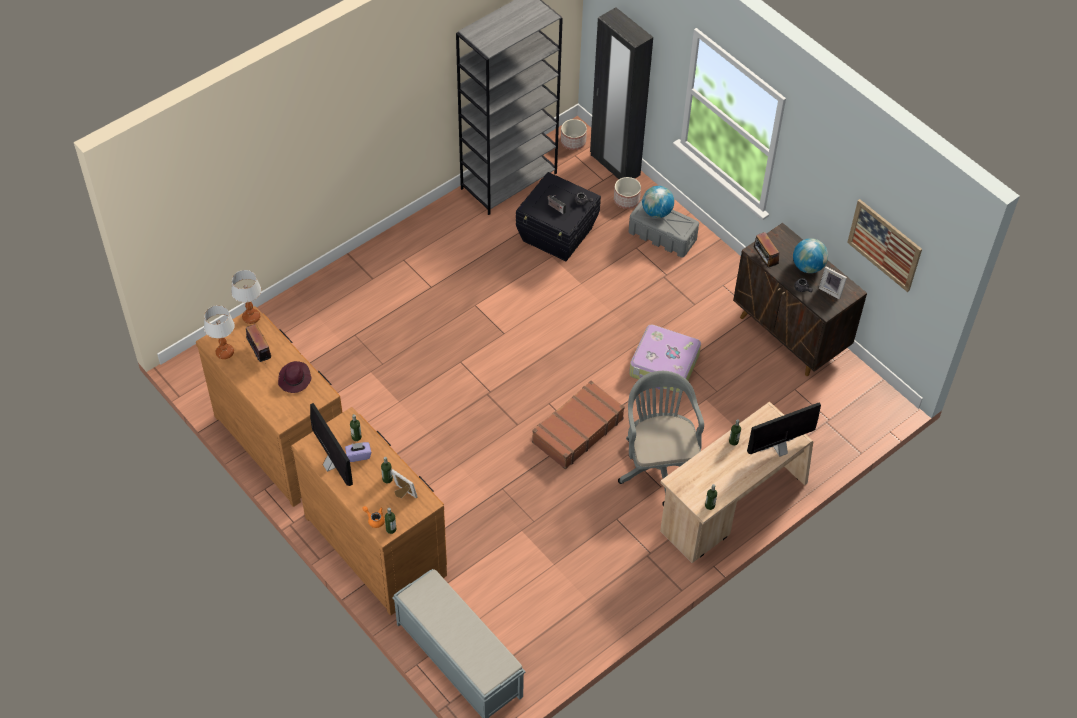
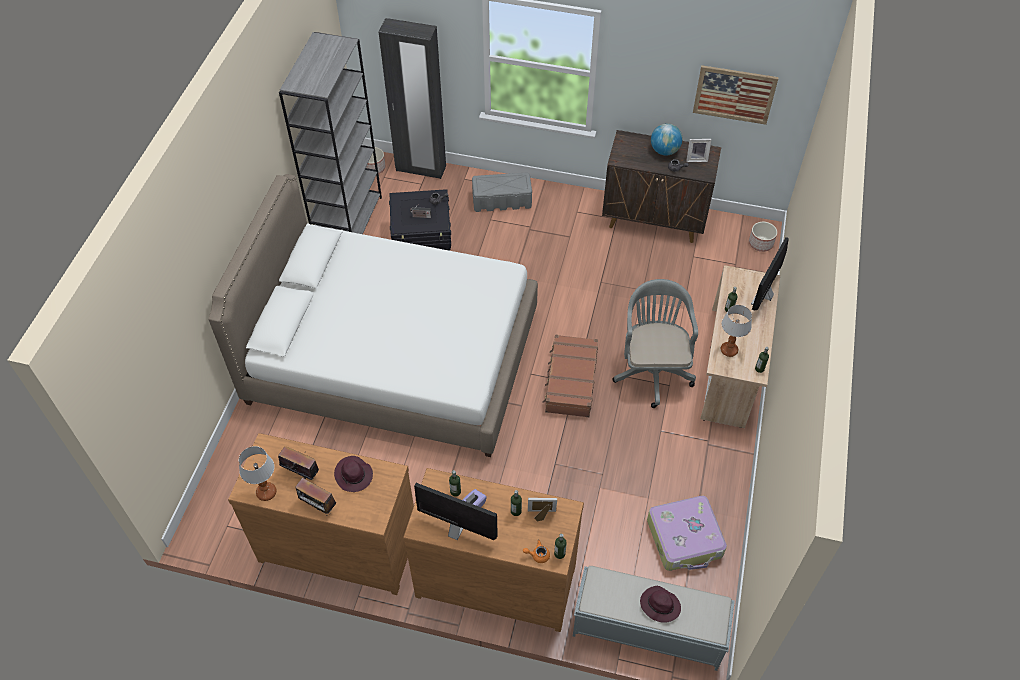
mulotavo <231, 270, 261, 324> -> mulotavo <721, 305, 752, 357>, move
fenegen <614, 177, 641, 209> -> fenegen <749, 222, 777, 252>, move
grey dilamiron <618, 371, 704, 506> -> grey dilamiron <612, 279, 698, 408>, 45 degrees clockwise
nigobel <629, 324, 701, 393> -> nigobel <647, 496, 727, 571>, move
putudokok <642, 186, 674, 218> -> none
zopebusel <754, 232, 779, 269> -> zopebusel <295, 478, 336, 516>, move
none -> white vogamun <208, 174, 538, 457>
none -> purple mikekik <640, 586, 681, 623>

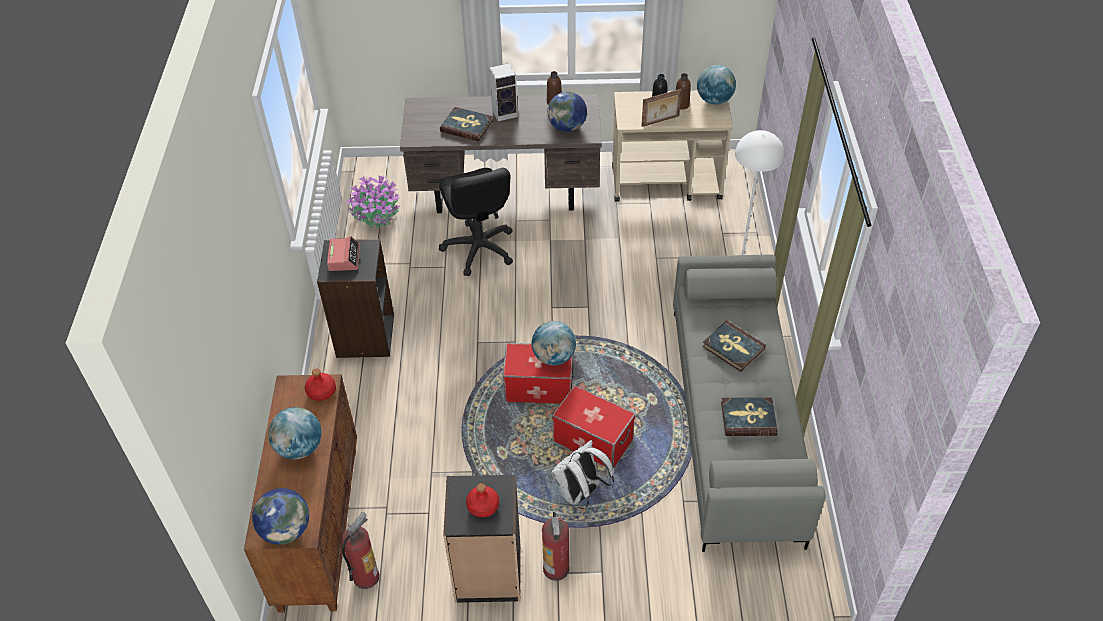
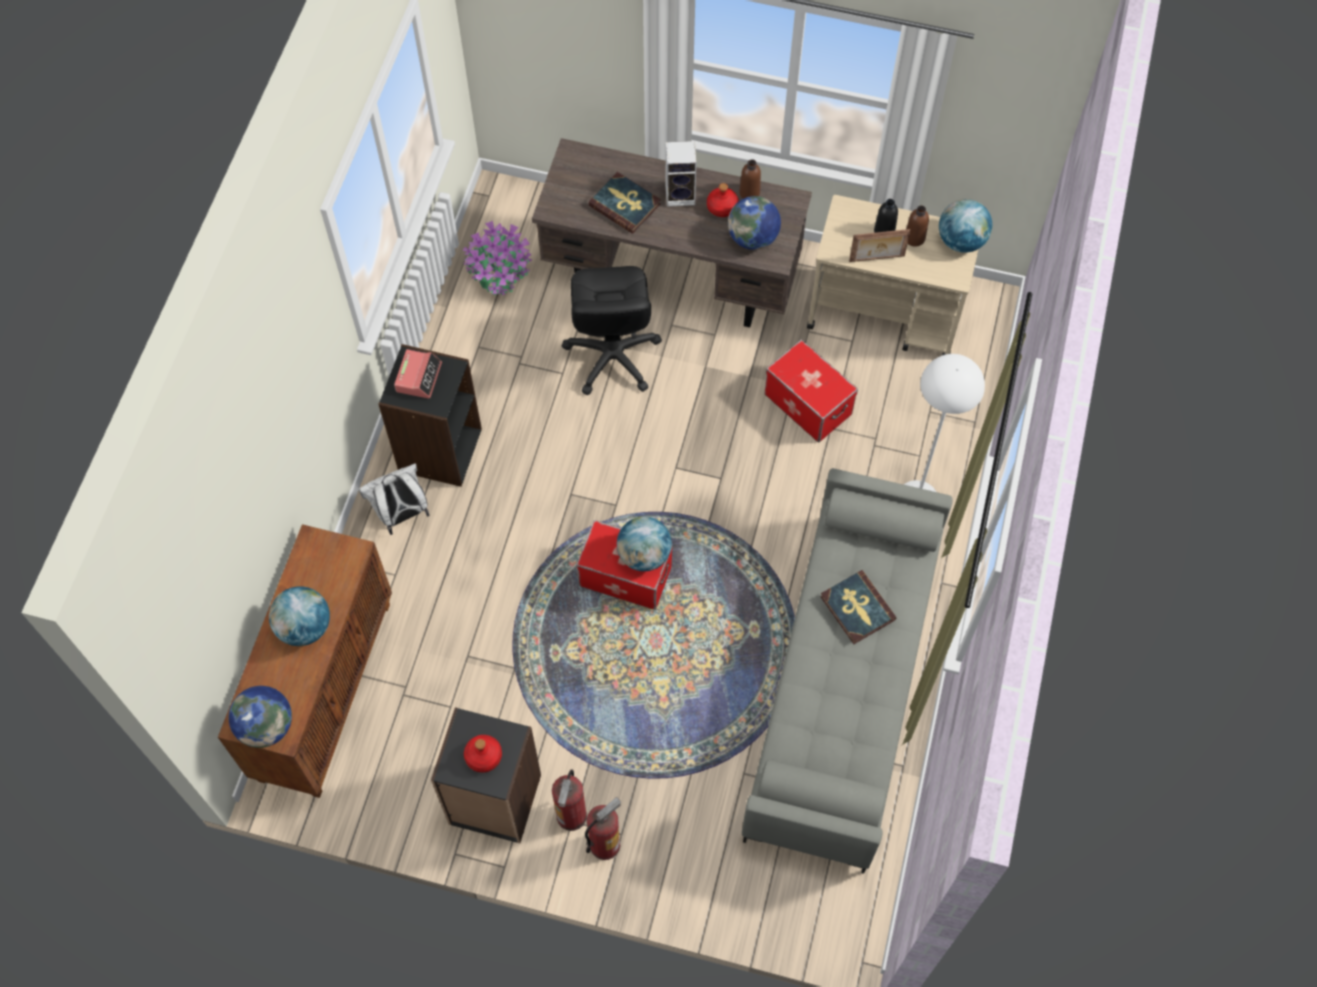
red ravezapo <305, 369, 336, 401> -> red ravezapo <707, 183, 739, 217>, move
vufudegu <341, 512, 380, 589> -> vufudegu <585, 797, 621, 860>, move
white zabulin <551, 440, 614, 509> -> white zabulin <359, 463, 430, 535>, move
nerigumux <552, 385, 635, 469> -> nerigumux <764, 340, 858, 443>, move
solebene <721, 397, 778, 436> -> none

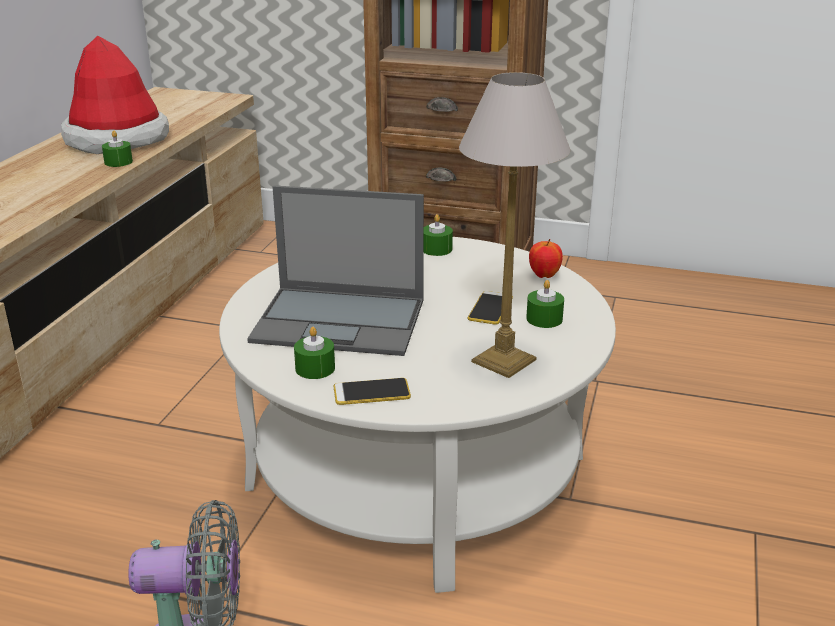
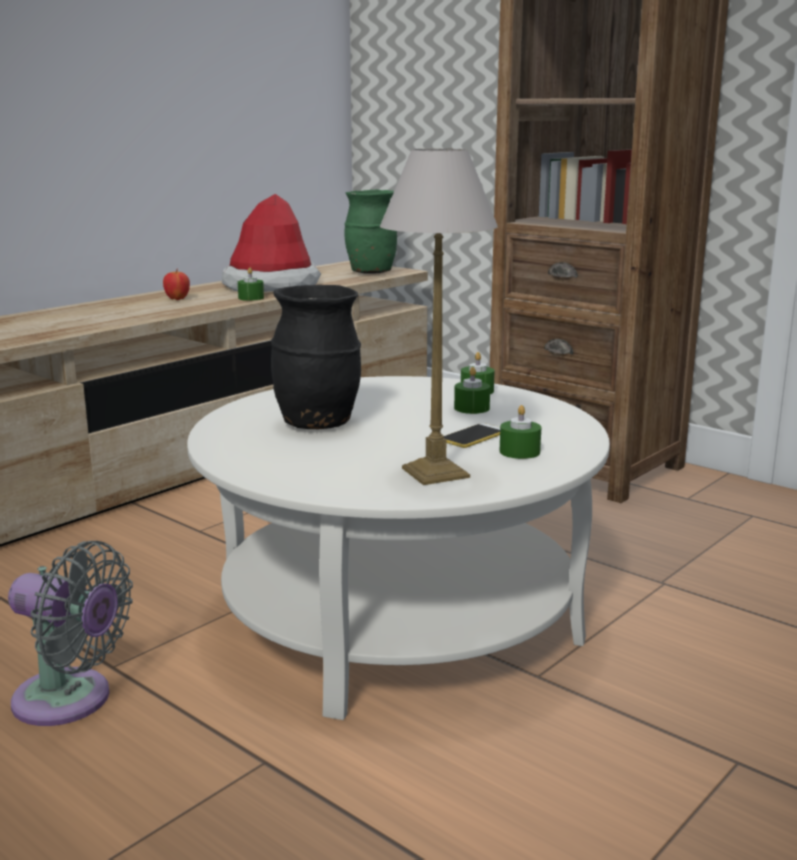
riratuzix <247, 185, 424, 356> -> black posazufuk <271, 285, 361, 429>
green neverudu <294, 327, 335, 379> -> green neverudu <454, 367, 490, 414>, move
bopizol <333, 378, 411, 405> -> none
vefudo <529, 239, 563, 278> -> vefudo <163, 269, 190, 300>, move
none -> green posazufuk <344, 190, 397, 274>

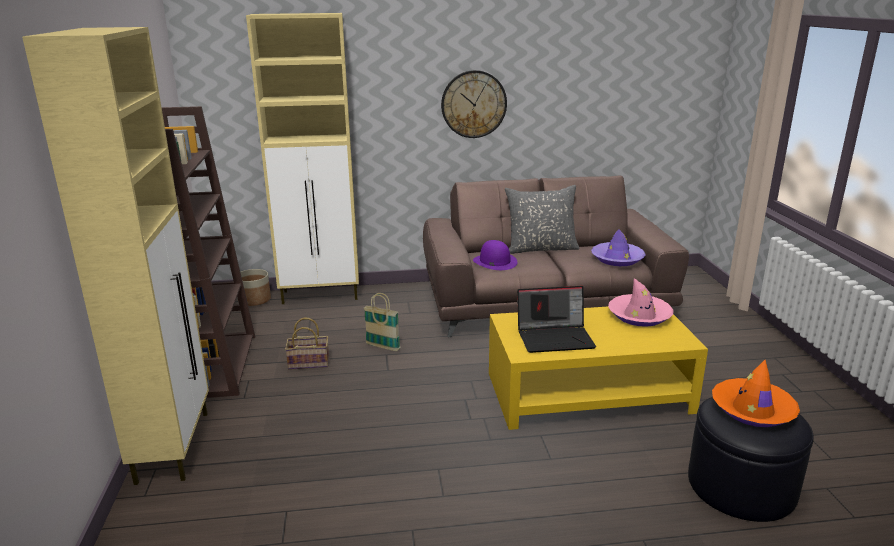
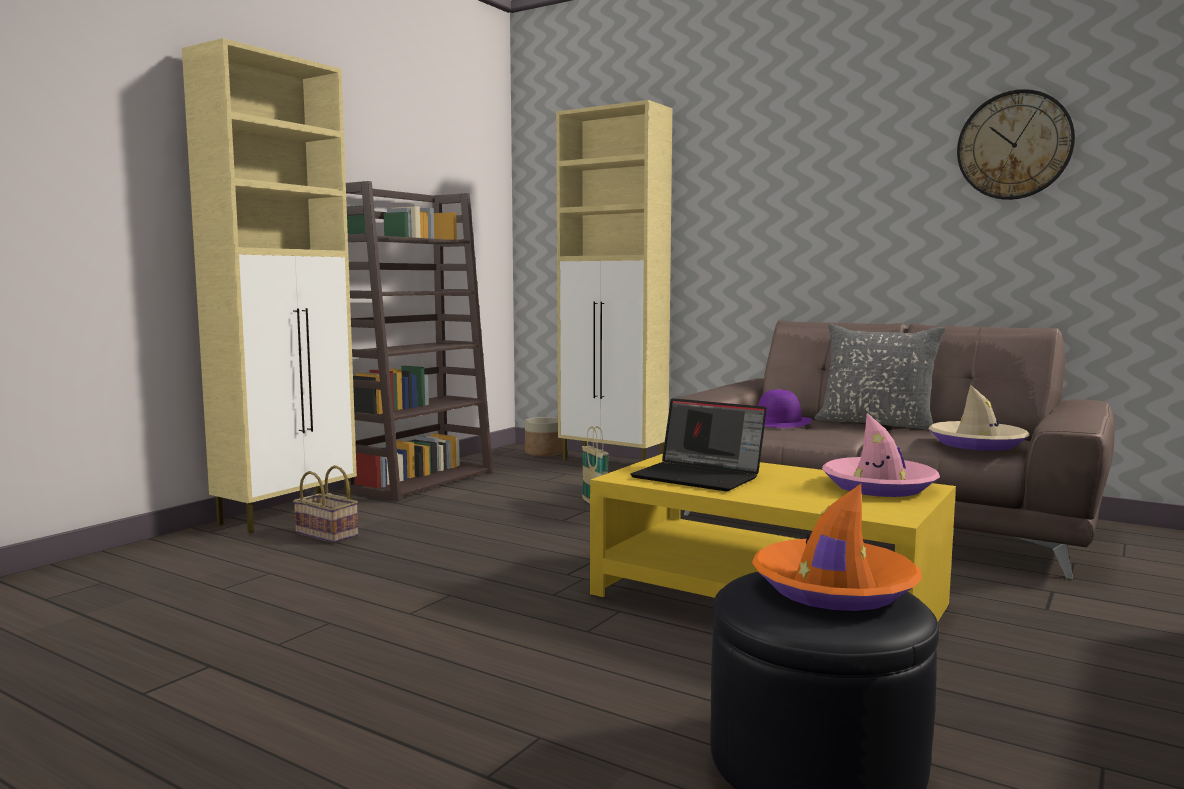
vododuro <285, 318, 329, 370> -> vododuro <293, 465, 358, 543>, move
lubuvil <441, 70, 507, 138> -> lubuvil <957, 89, 1075, 200>, move
purple mikekik <591, 229, 646, 266> -> beige mikekik <928, 385, 1029, 451>

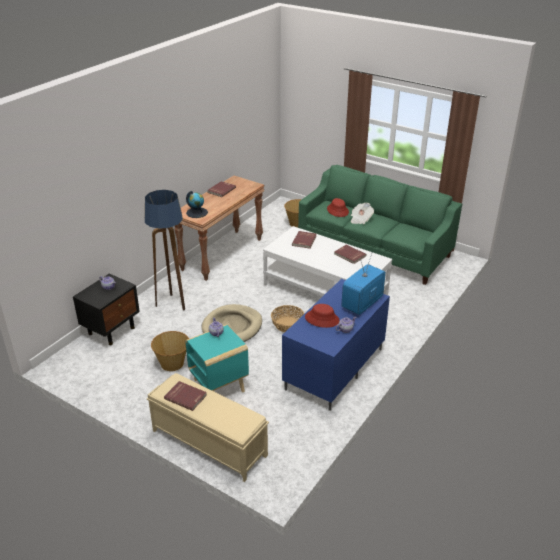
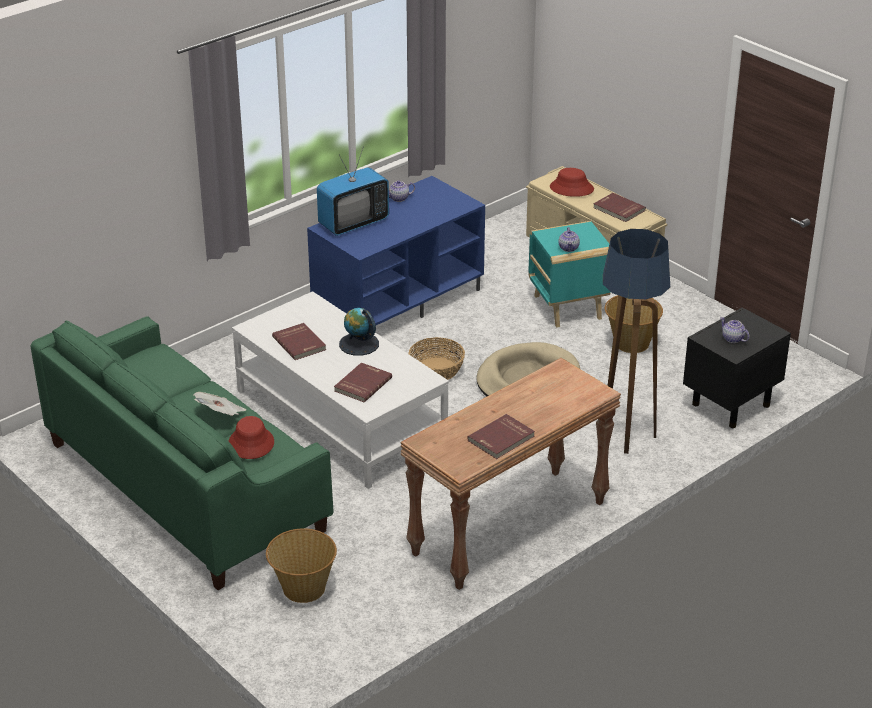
putudokok <186, 191, 208, 218> -> putudokok <339, 308, 379, 356>, move
red mikekik <305, 304, 340, 328> -> red mikekik <550, 168, 594, 197>, move

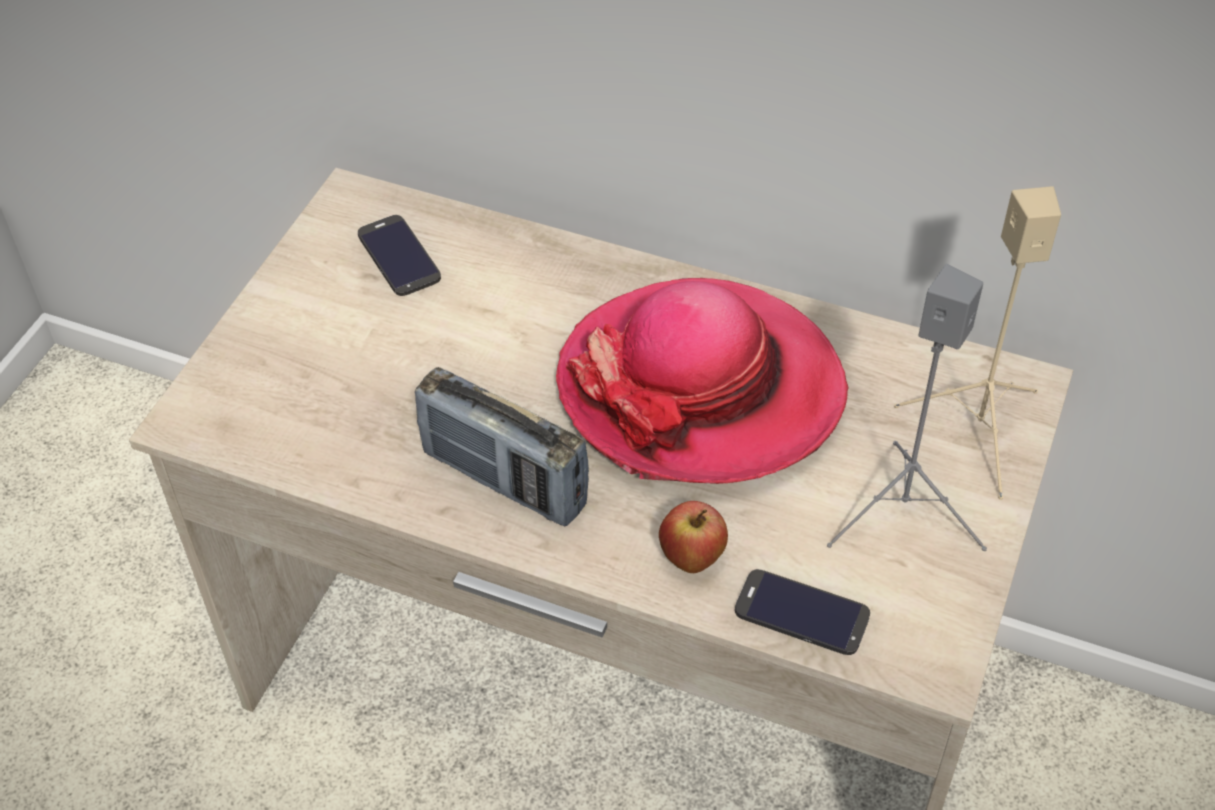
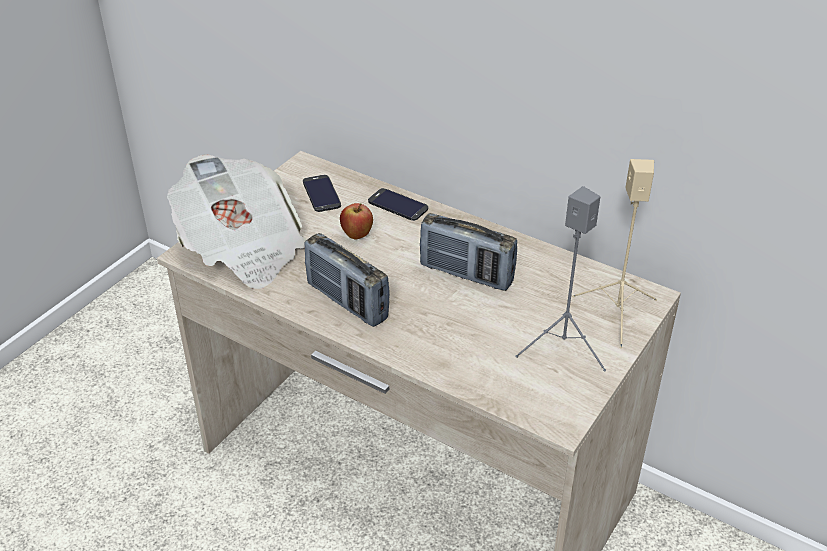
mikekik <556, 278, 849, 484> -> zopebusel <420, 213, 517, 291>
vefudo <659, 501, 728, 573> -> vefudo <340, 203, 373, 240>, move
bopizol <735, 569, 870, 655> -> bopizol <368, 188, 428, 221>, move
none -> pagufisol <167, 154, 306, 289>

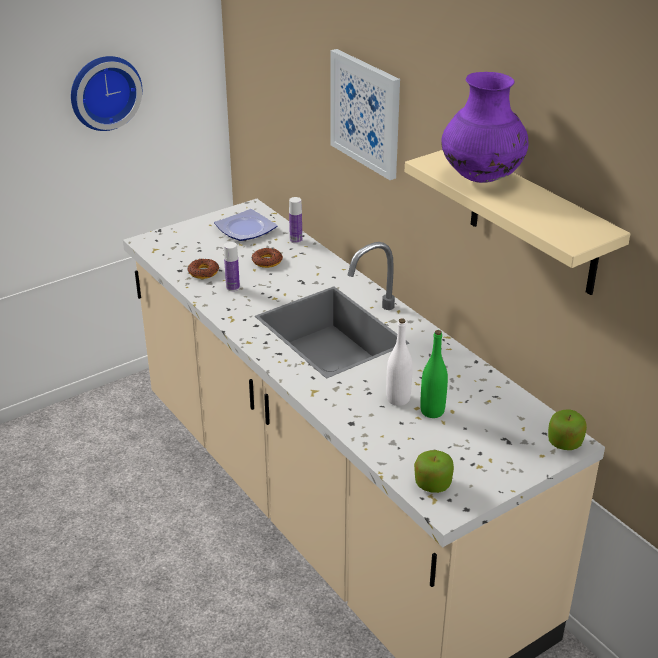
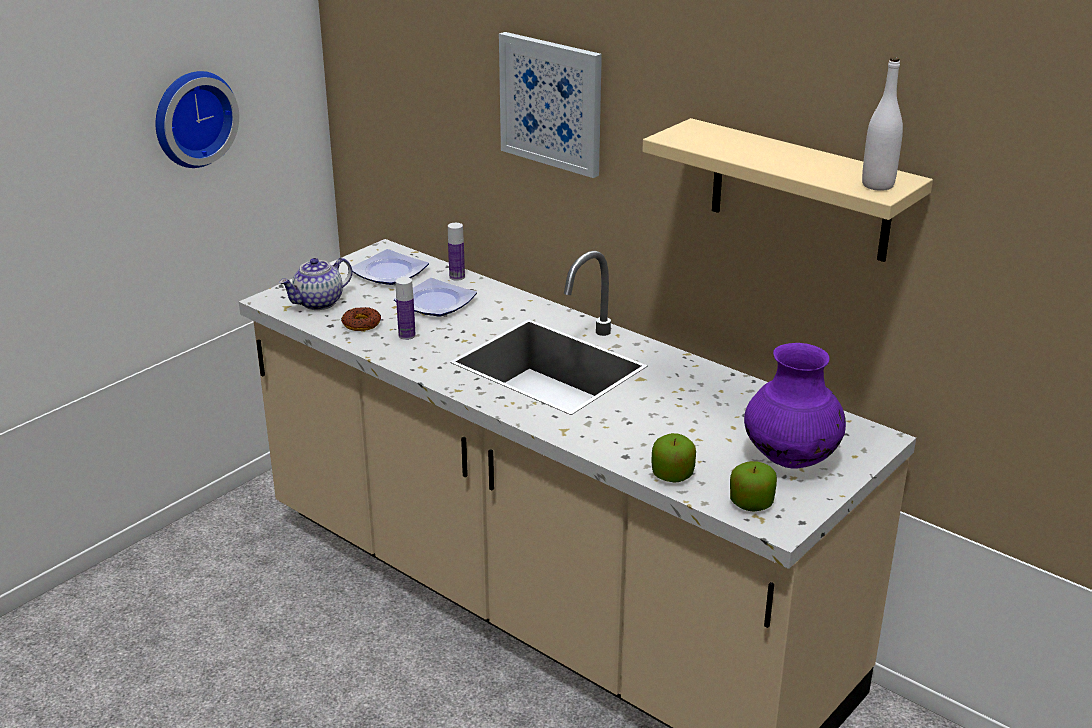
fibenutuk <251, 248, 283, 268> -> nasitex <394, 278, 477, 317>
white ravezapo <386, 318, 413, 406> -> white ravezapo <862, 57, 903, 191>, move
green ravezapo <420, 330, 448, 418> -> none
purple posazufuk <441, 72, 529, 183> -> purple posazufuk <744, 343, 846, 469>, move
vefudo <548, 409, 587, 450> -> vefudo <651, 433, 696, 483>, move
none -> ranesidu <279, 258, 352, 310>

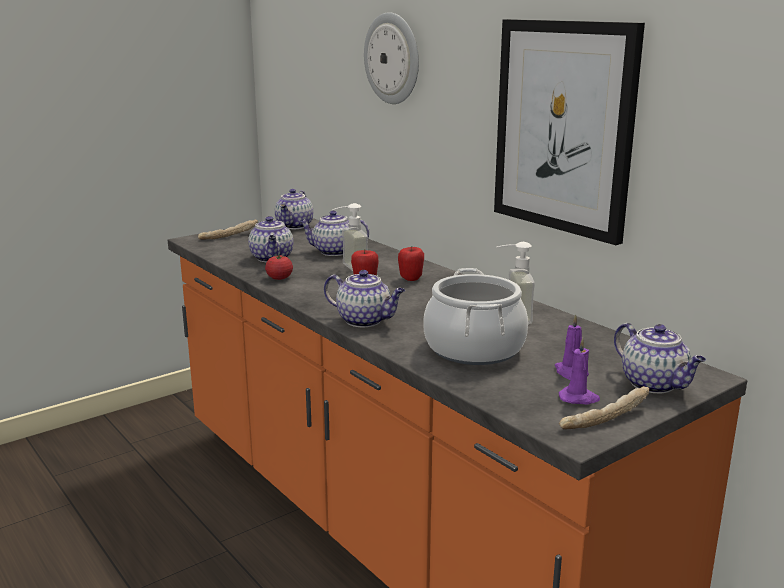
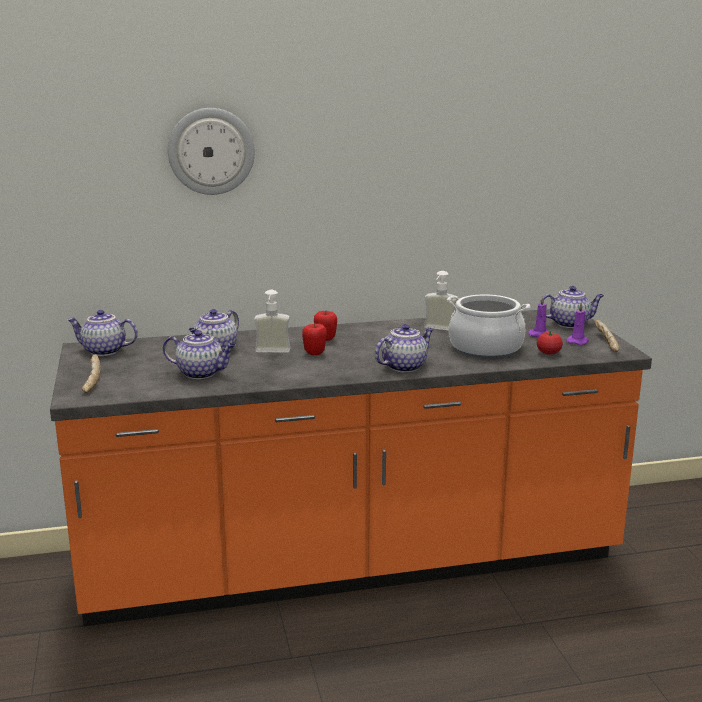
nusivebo <265, 255, 293, 280> -> nusivebo <537, 331, 563, 355>, move
ranesidu <275, 189, 313, 229> -> ranesidu <67, 310, 138, 356>, 150 degrees clockwise
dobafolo <494, 19, 645, 245> -> none

